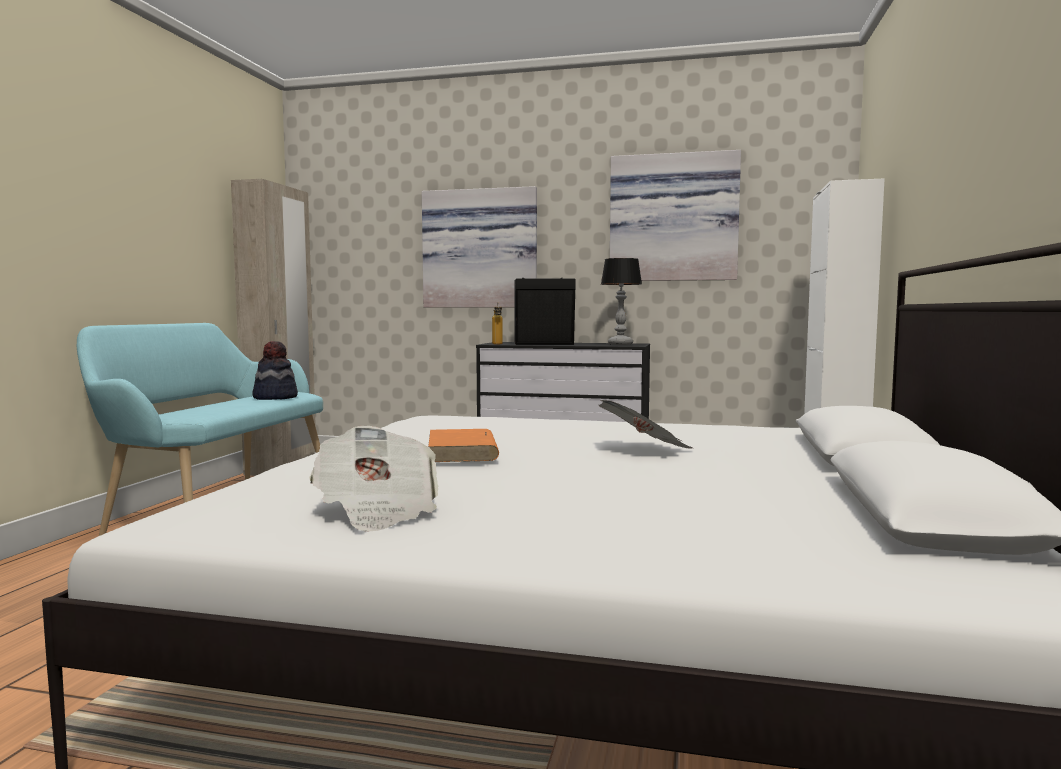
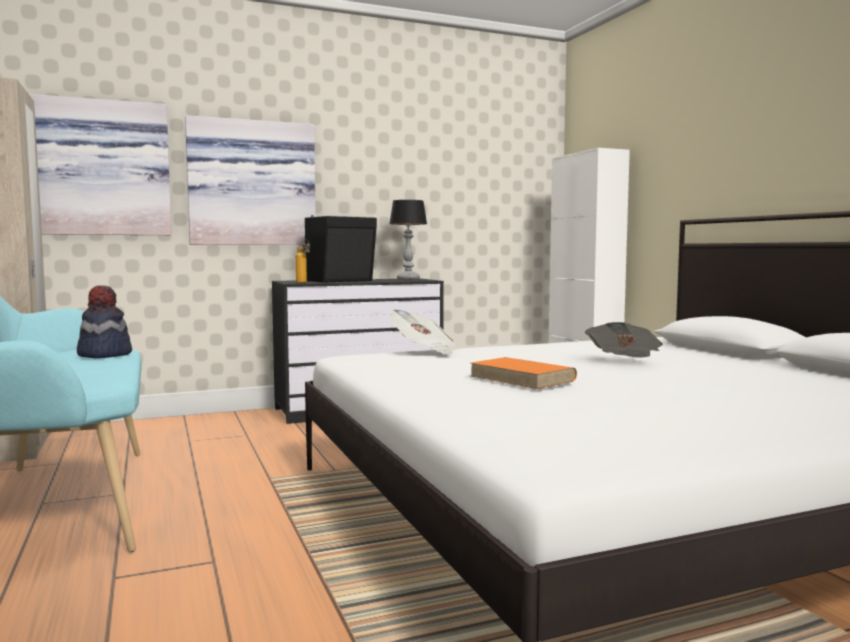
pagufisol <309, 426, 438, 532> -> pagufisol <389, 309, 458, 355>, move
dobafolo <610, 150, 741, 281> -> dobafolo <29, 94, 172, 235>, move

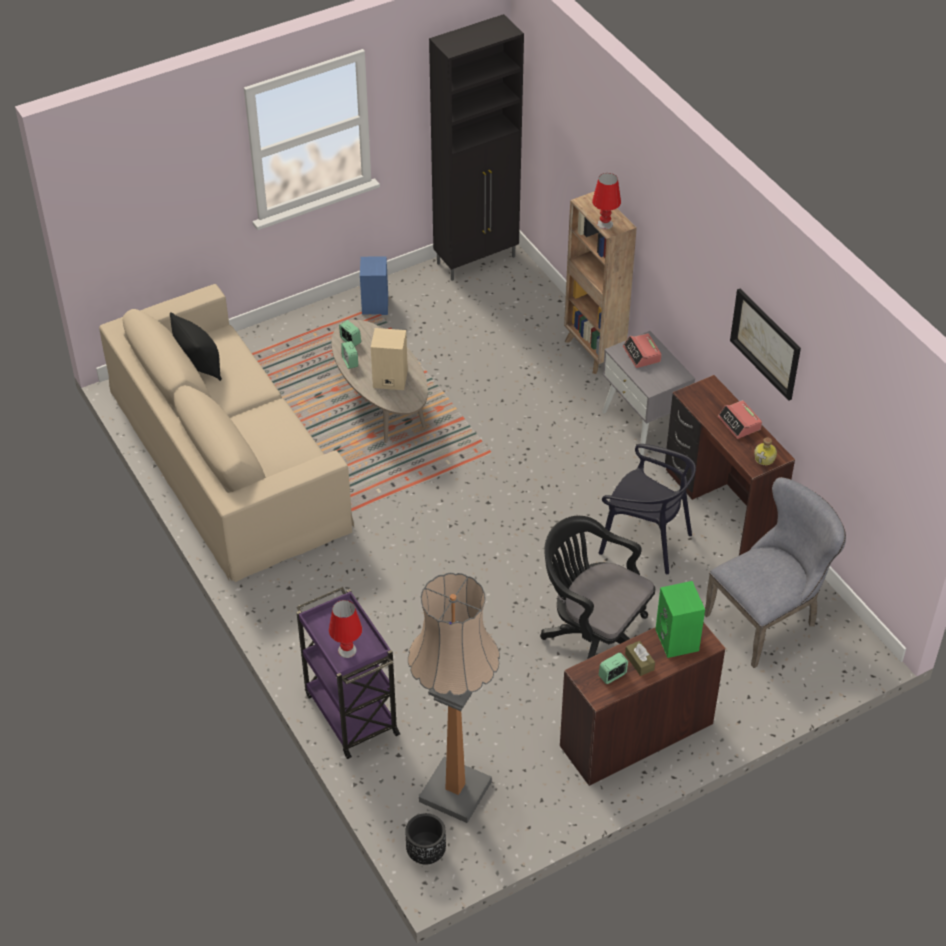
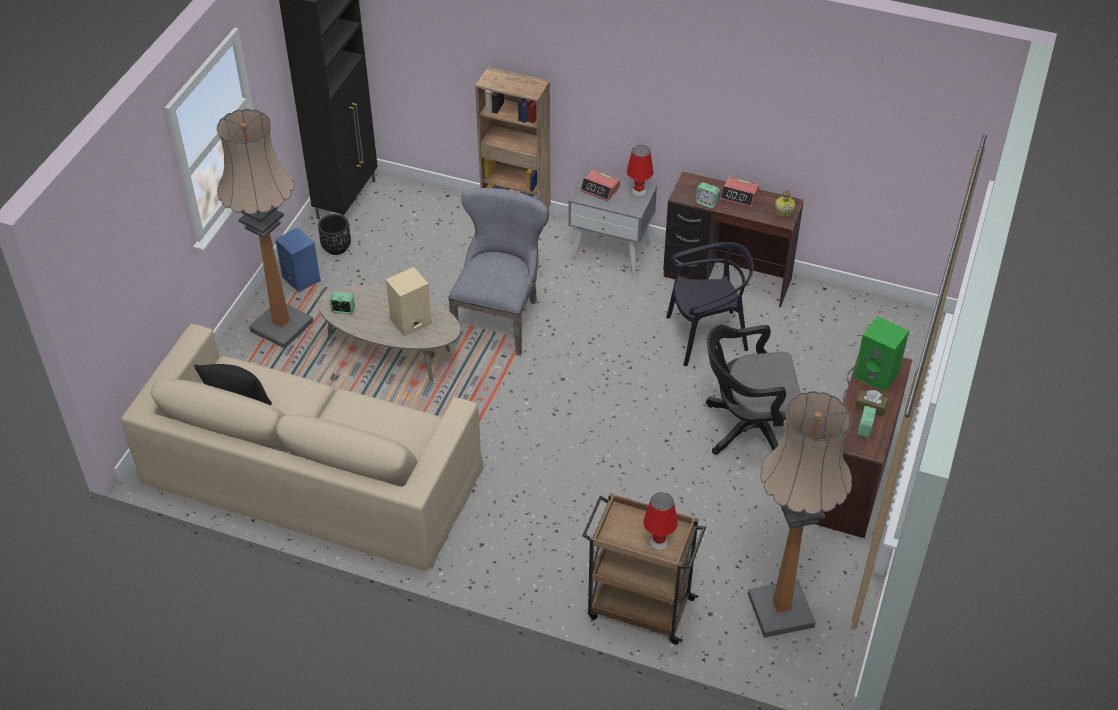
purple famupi <297, 587, 400, 759> -> brown famupi <582, 493, 706, 645>
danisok <341, 341, 358, 369> -> danisok <695, 182, 720, 208>, move
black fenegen <405, 813, 446, 865> -> black fenegen <318, 214, 351, 255>, move
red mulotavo <592, 173, 621, 229> -> red mulotavo <627, 145, 654, 197>, move
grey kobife <704, 477, 846, 668> -> grey kobife <448, 188, 549, 356>, move
dobafolo <730, 289, 801, 401> -> none
none -> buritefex <217, 109, 314, 349>

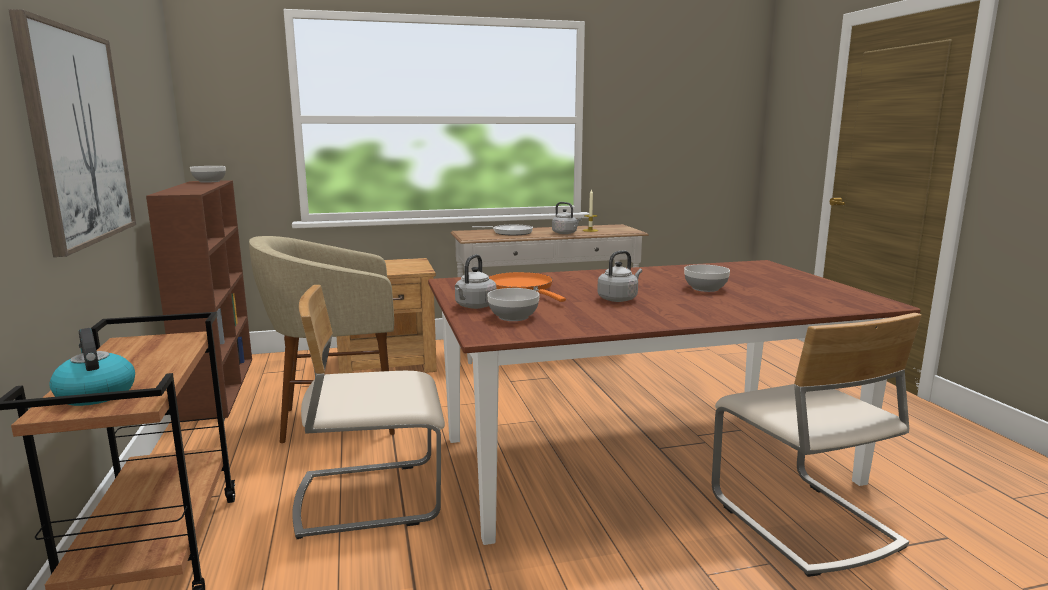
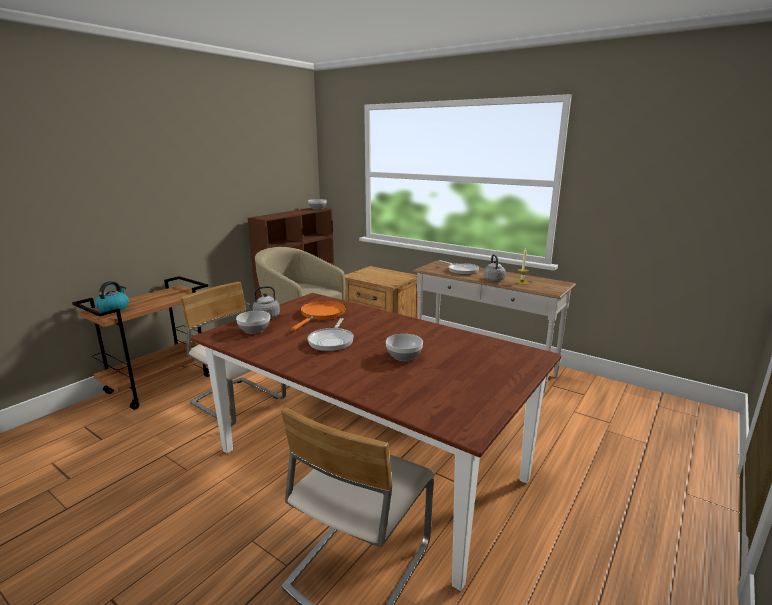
dobafolo <8, 9, 136, 257> -> none
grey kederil <597, 250, 642, 302> -> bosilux <307, 318, 354, 351>

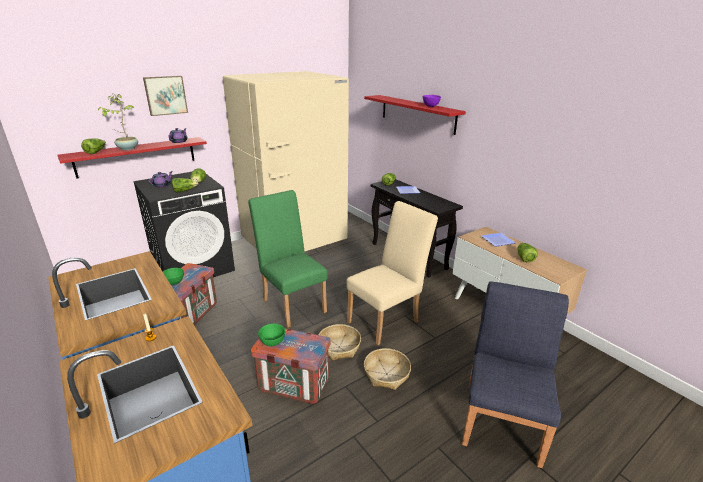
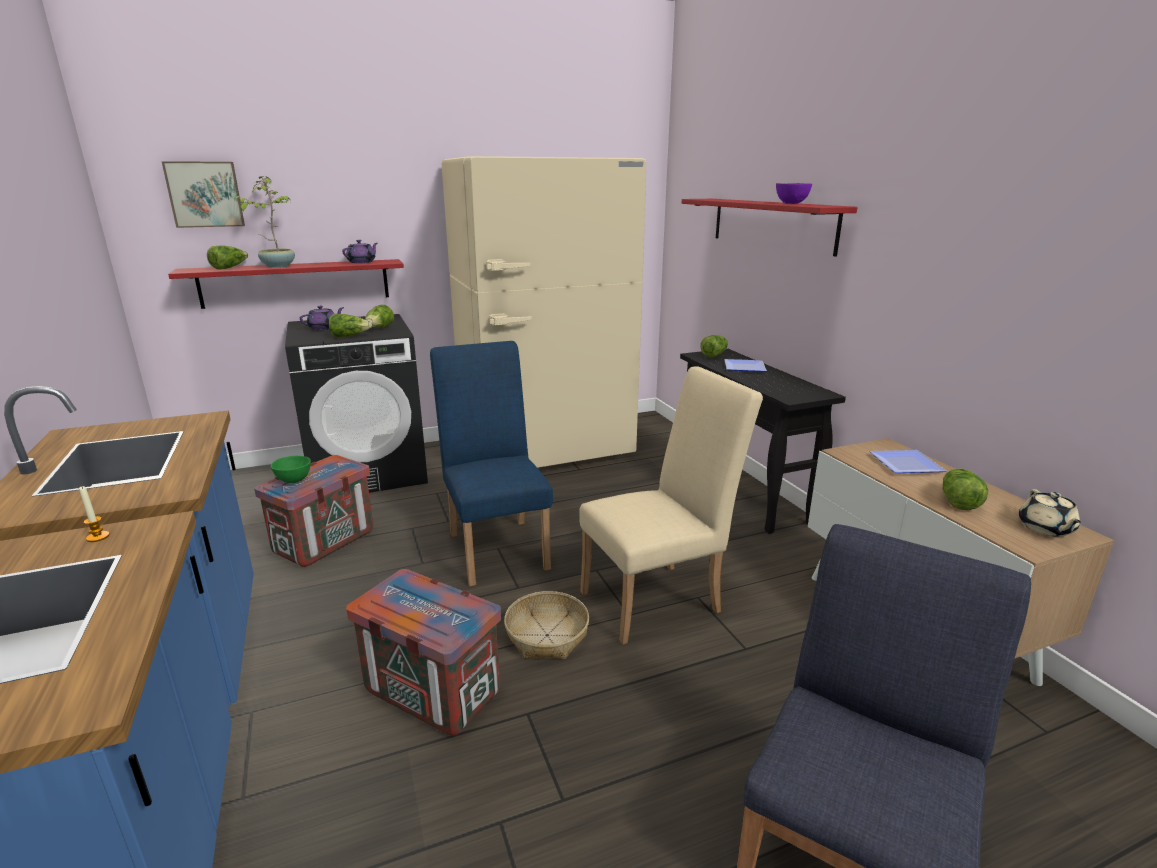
dobafolo <143, 76, 188, 116> -> dobafolo <161, 161, 245, 228>, move
green kobife <248, 190, 328, 328> -> blue kobife <430, 341, 553, 587>
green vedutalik <258, 323, 285, 346> -> none
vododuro <364, 348, 411, 390> -> none
none -> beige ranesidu <1019, 489, 1081, 537>

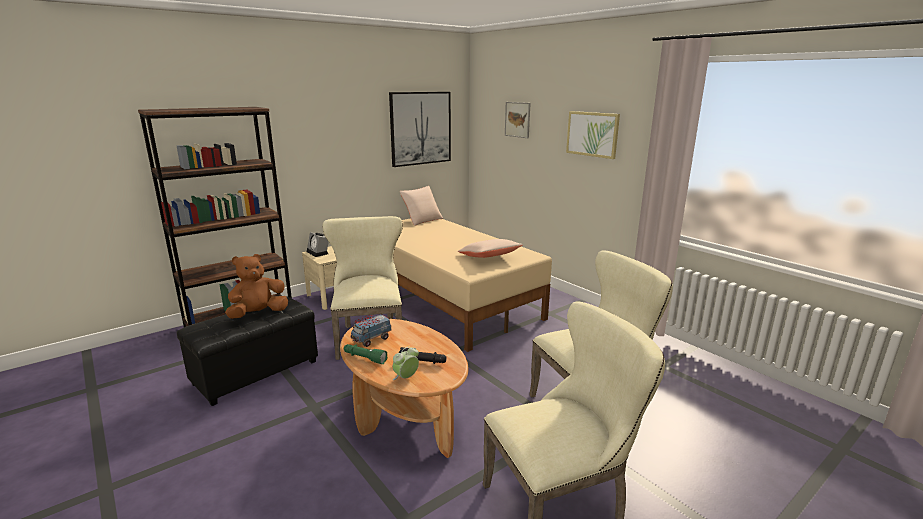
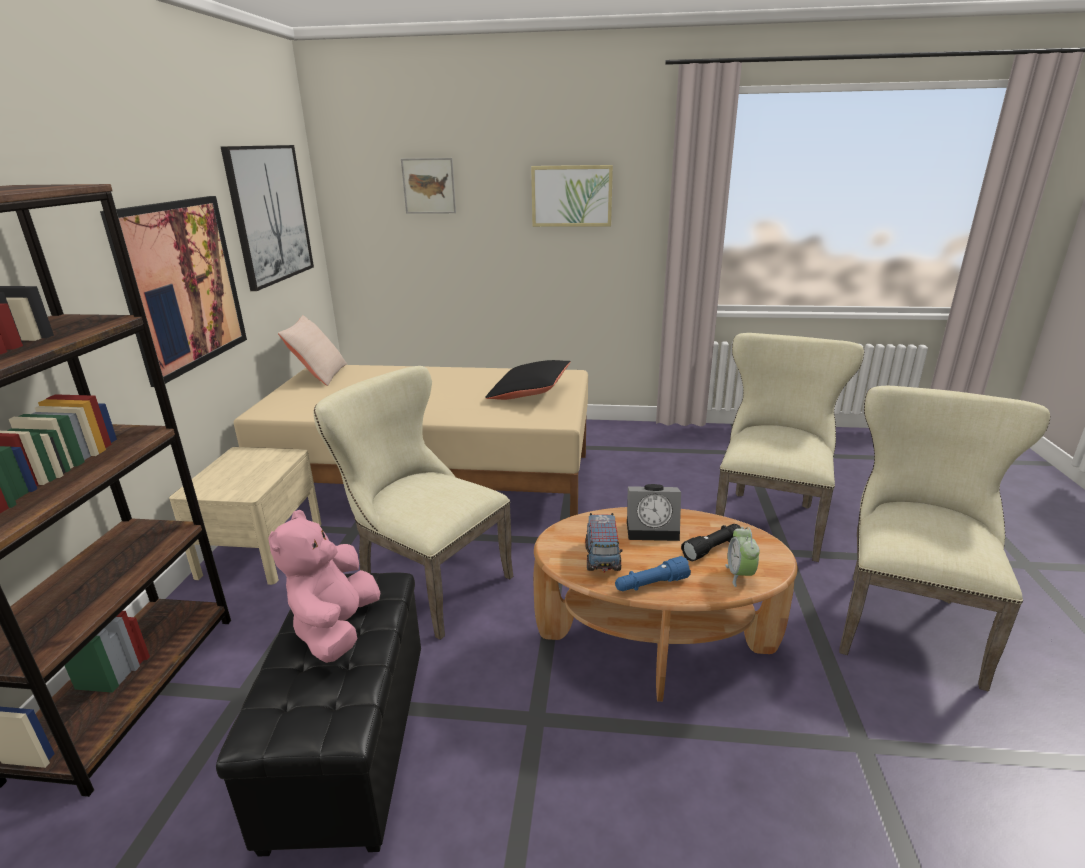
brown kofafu <225, 254, 288, 319> -> pink kofafu <269, 510, 381, 663>
danisok <307, 232, 329, 257> -> danisok <627, 484, 681, 541>, move
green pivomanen <344, 344, 387, 364> -> blue pivomanen <615, 556, 691, 591>
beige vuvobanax <458, 239, 523, 258> -> black vuvobanax <485, 360, 571, 400>
none -> dobafolo <100, 196, 247, 387>

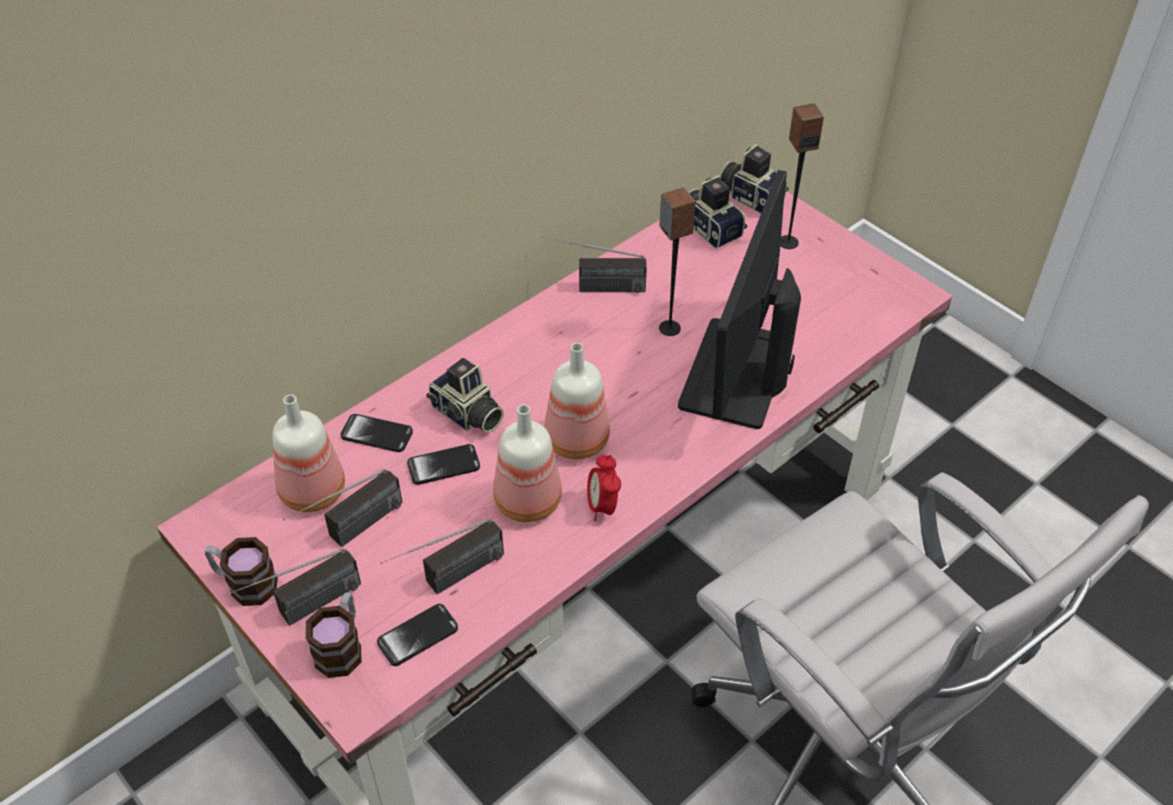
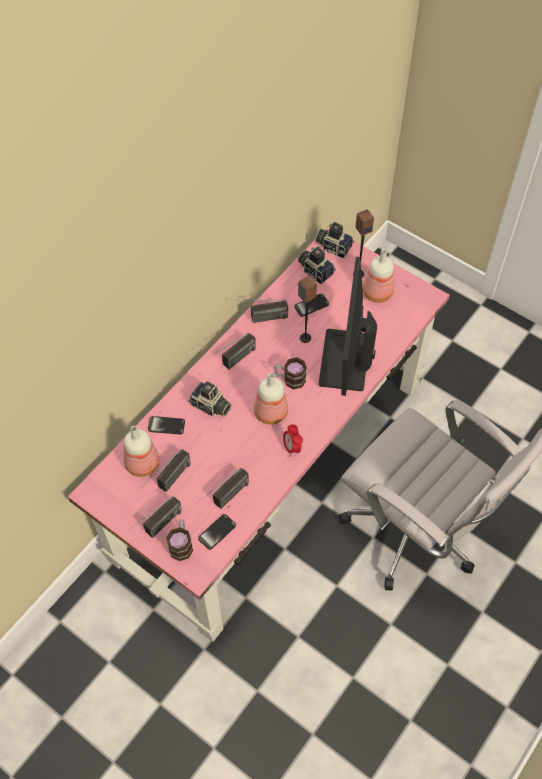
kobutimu <205, 537, 278, 606> -> kobutimu <274, 357, 307, 389>, move
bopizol <407, 444, 480, 485> -> bopizol <294, 294, 329, 317>, move
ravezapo <493, 404, 562, 522> -> ravezapo <362, 249, 394, 303>, move
none -> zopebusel <206, 333, 256, 369>

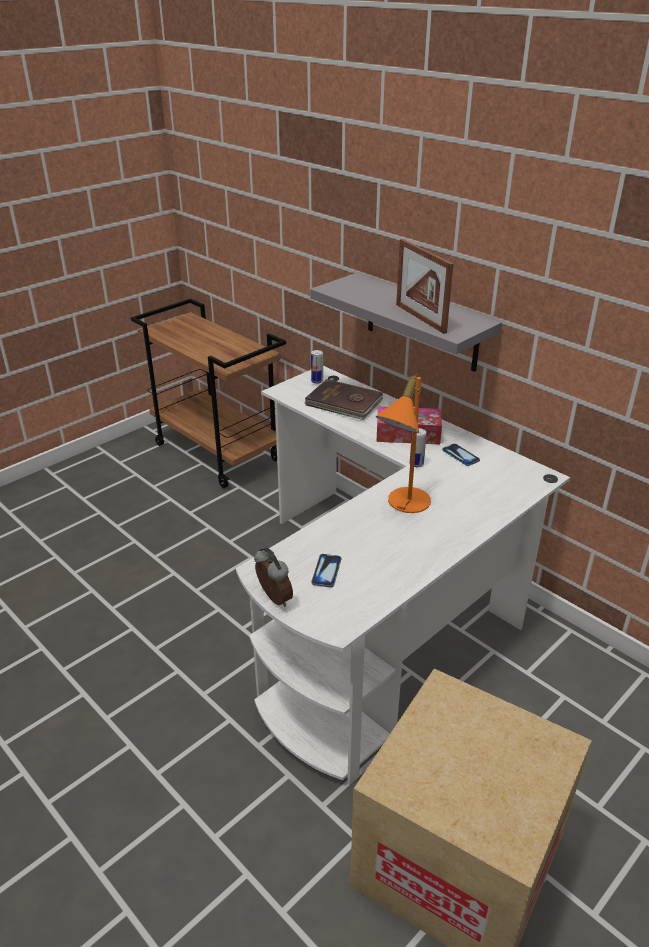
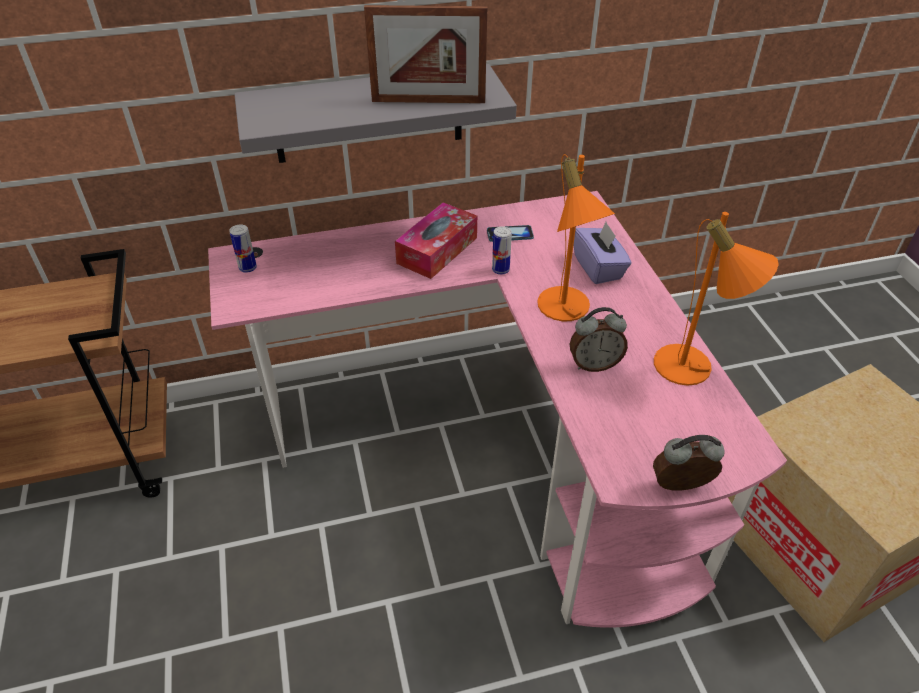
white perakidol <236, 366, 570, 785> -> pink perakidol <208, 191, 787, 628>
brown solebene <304, 379, 383, 420> -> none
bopizol <311, 554, 341, 588> -> none
none -> danisok <570, 307, 628, 372>
none -> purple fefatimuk <573, 222, 632, 284>
none -> orange mulotavo <654, 212, 779, 386>

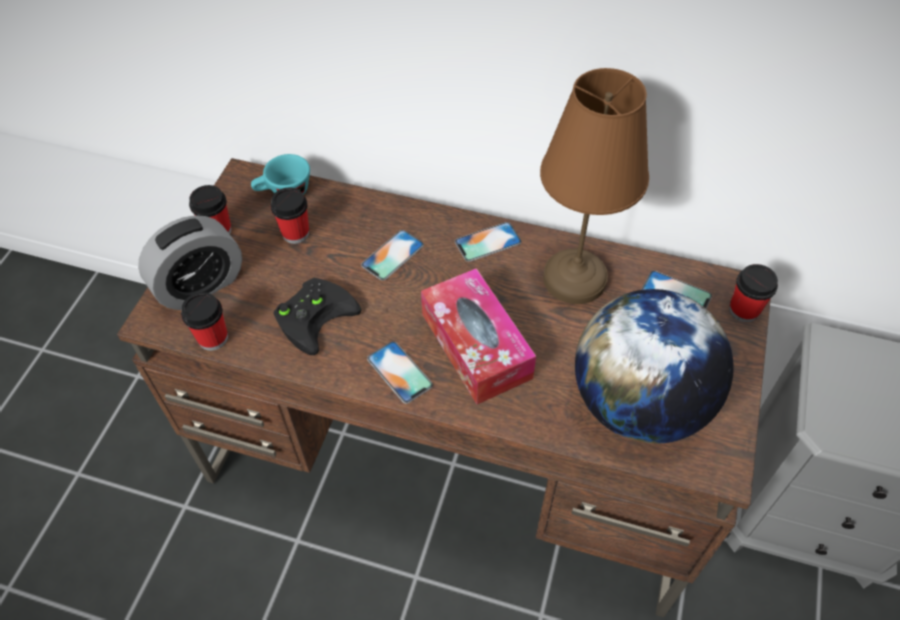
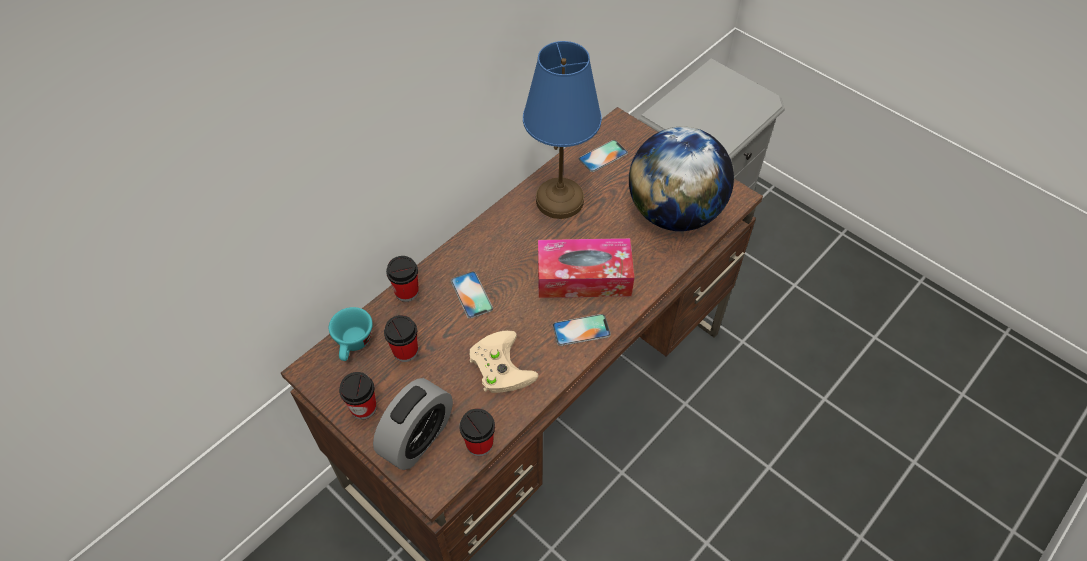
danisok <138, 215, 242, 310> -> danisok <373, 378, 453, 470>, 45 degrees clockwise
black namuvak <273, 278, 362, 355> -> beige namuvak <470, 331, 538, 393>
bopizol <455, 222, 522, 262> -> none
brown mulotavo <540, 68, 649, 304> -> blue mulotavo <523, 41, 602, 219>
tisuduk <729, 264, 778, 322> -> tisuduk <386, 256, 419, 302>, move

